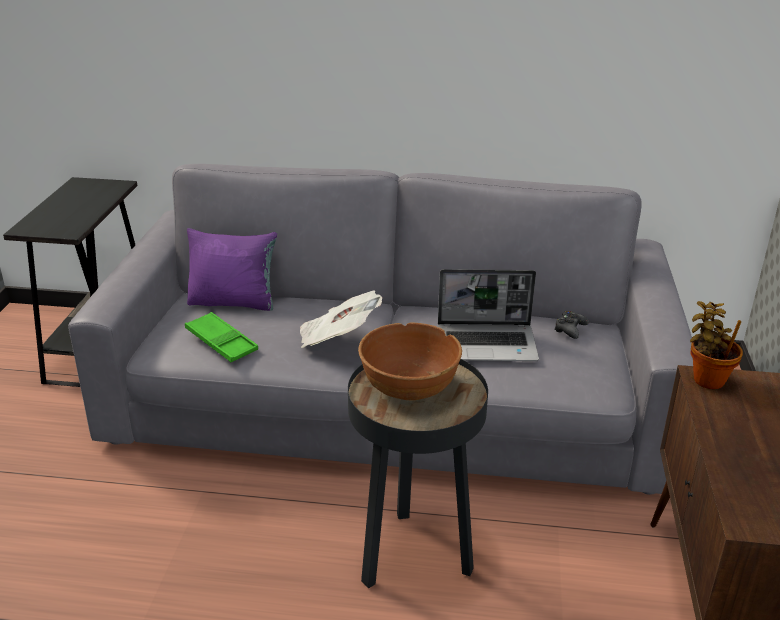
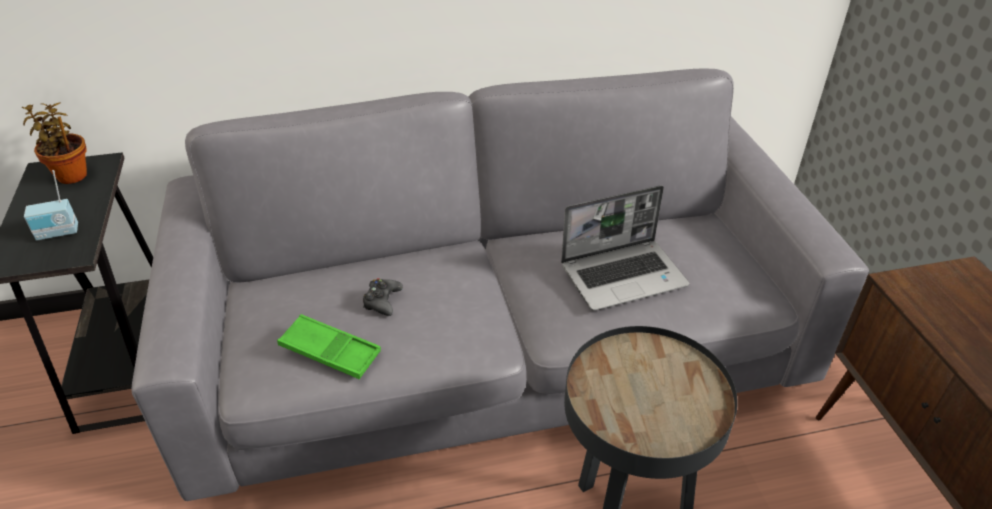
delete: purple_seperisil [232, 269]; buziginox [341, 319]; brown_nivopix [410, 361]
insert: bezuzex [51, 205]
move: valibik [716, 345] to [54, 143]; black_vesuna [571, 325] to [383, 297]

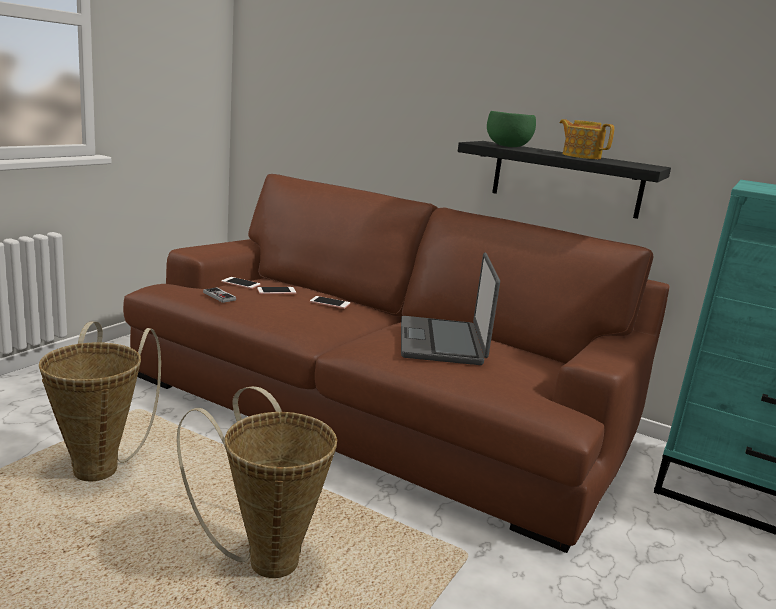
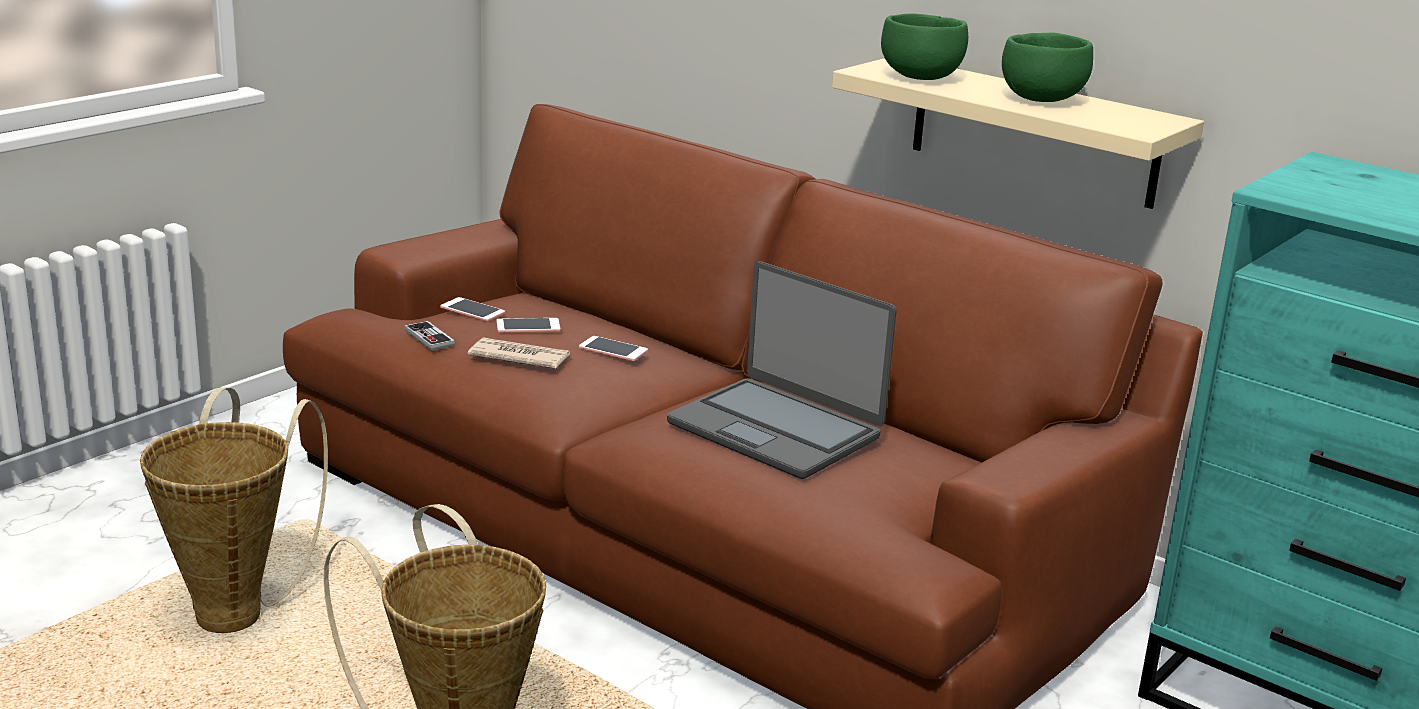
insert: buziginox [518, 353]
replace: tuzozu [586, 139] to green_nivopix [1047, 67]
recolor: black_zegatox [564, 180] to beige_zegatox [1018, 133]
rotate: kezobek [450, 308] = [781, 370] 60 degrees counterclockwise

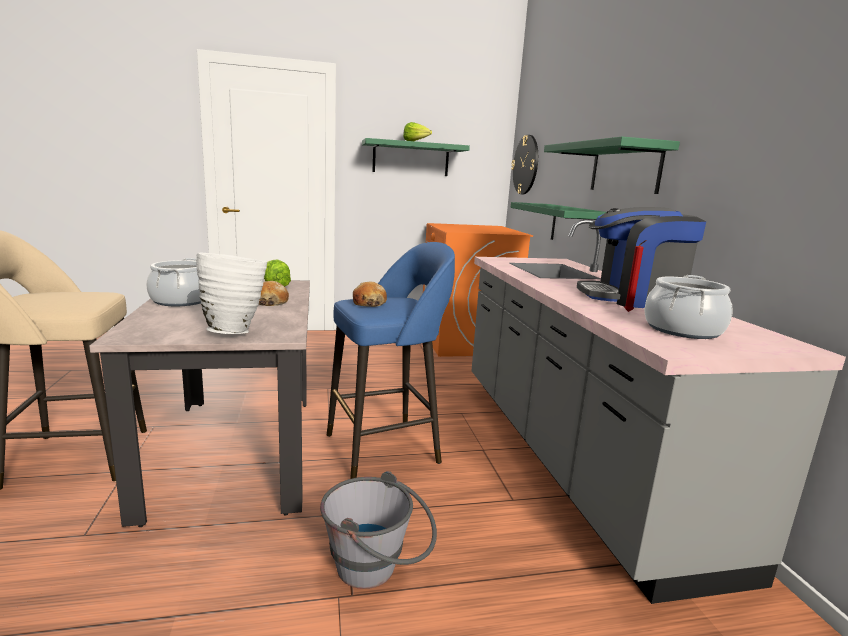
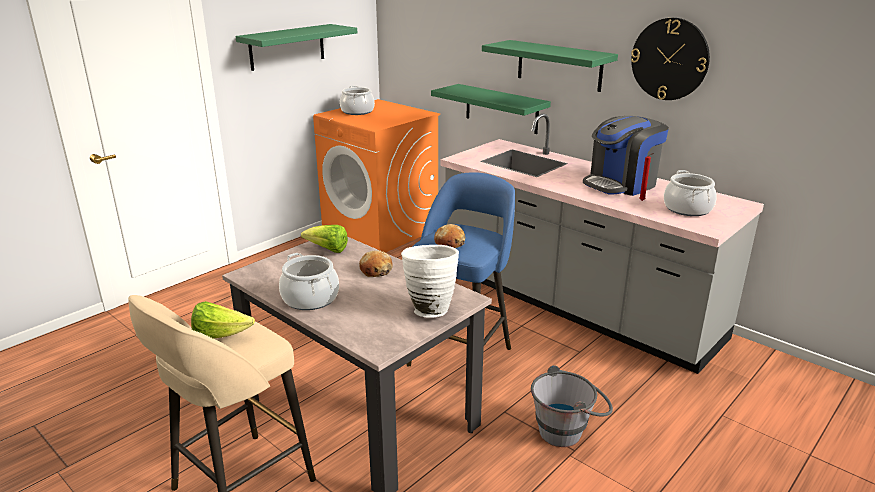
insert: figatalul [357, 100]
move: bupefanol [417, 131] to [223, 320]; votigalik [524, 164] to [670, 59]

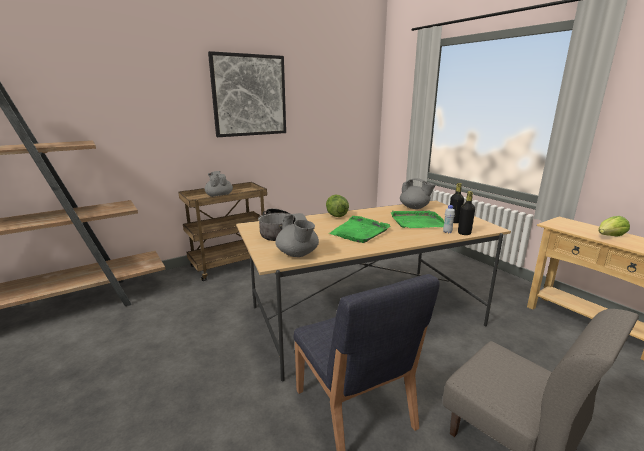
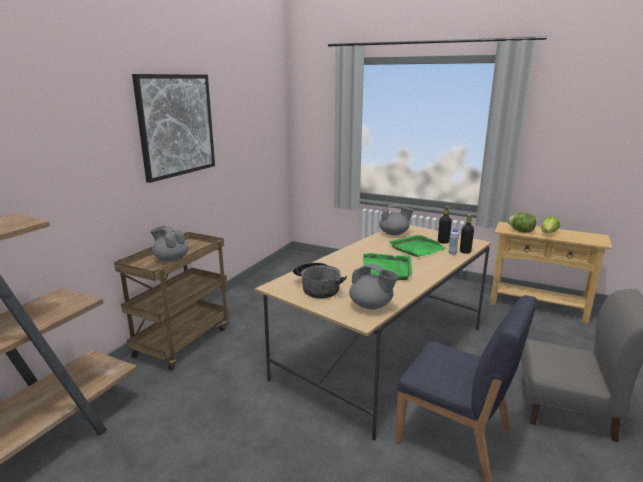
move: bupefanol [337, 206] to [522, 223]

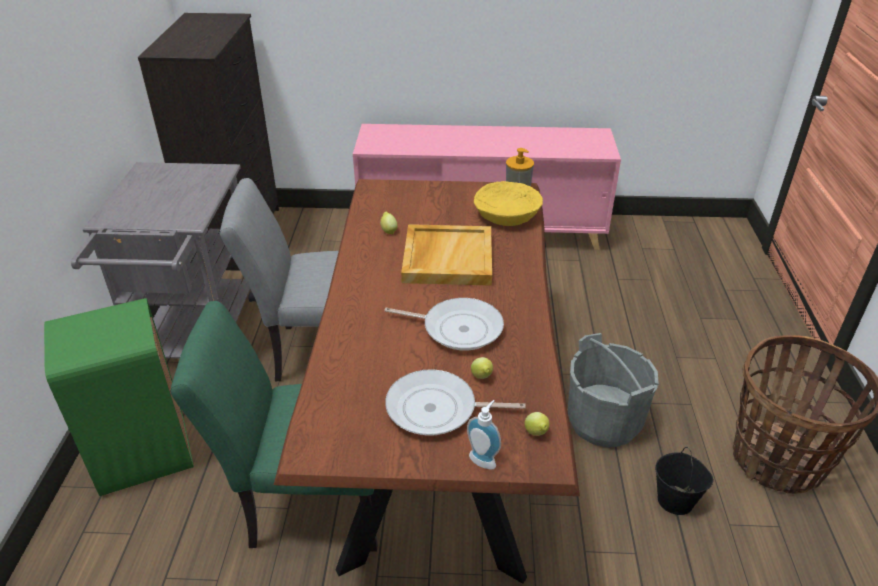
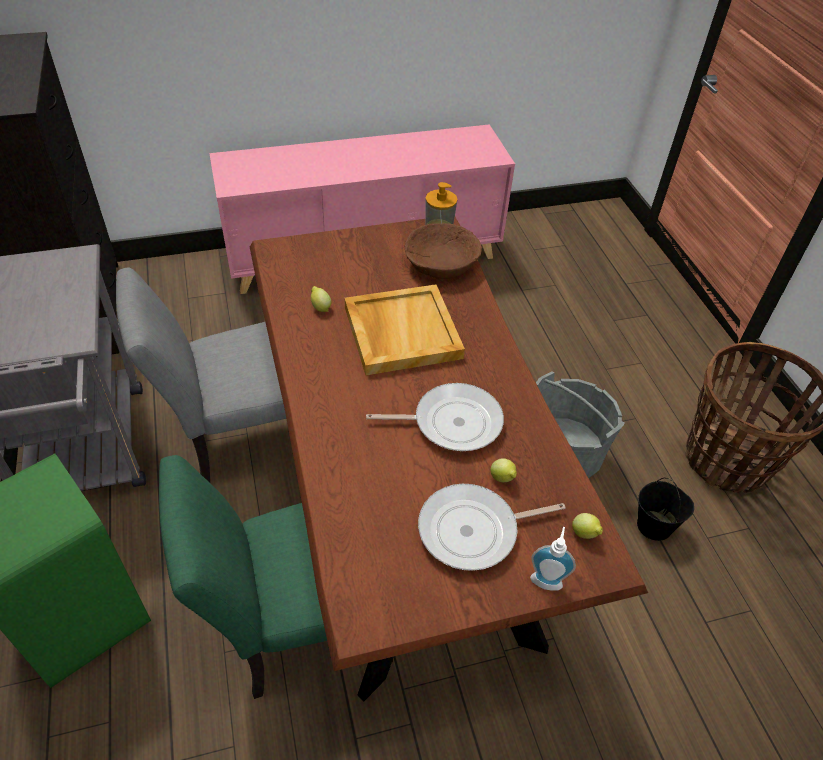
recolor: yellow_nivopix [508, 203] to brown_nivopix [443, 251]

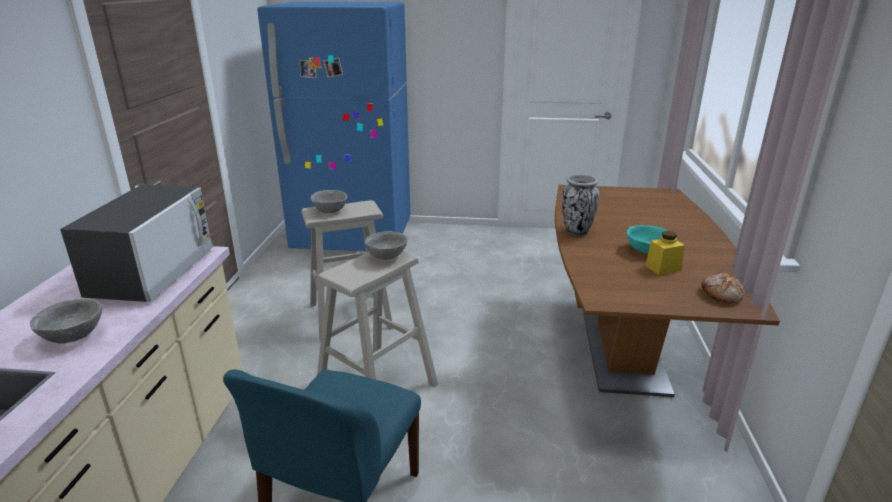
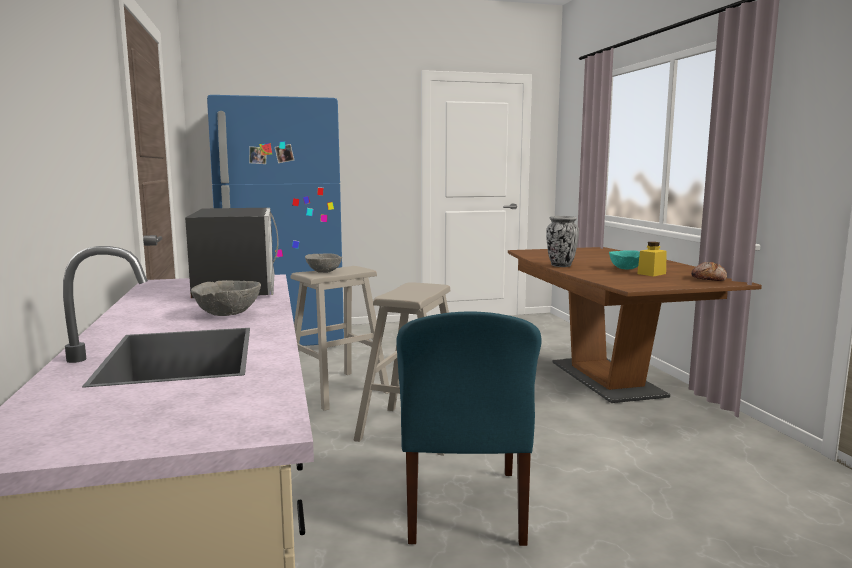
delete: grey_nivopix [386, 245]

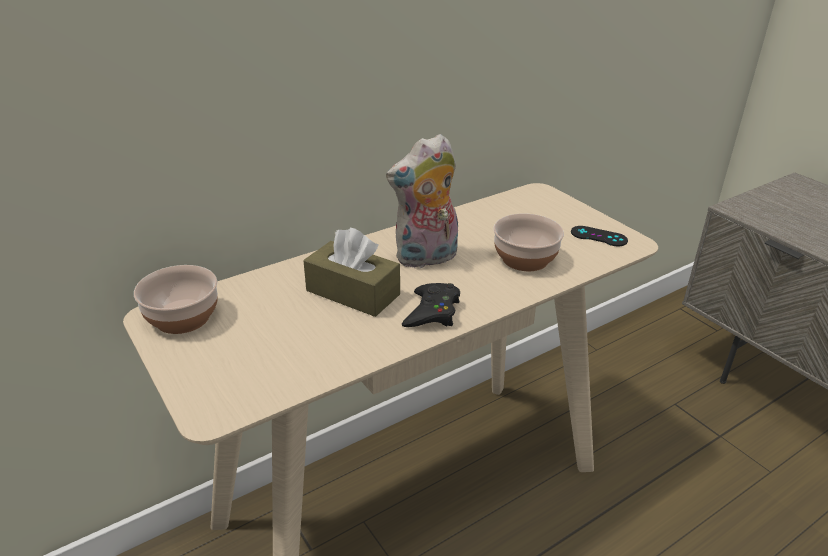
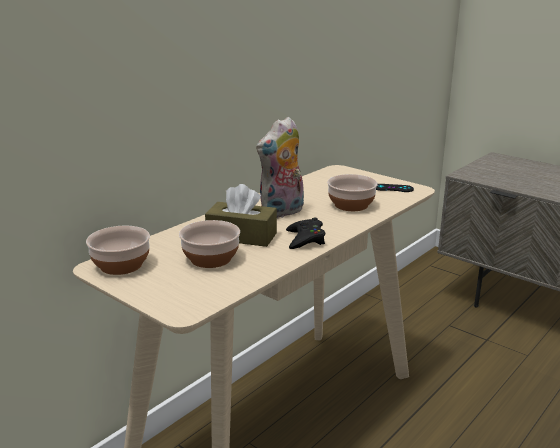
insert: nivopix [209, 244]

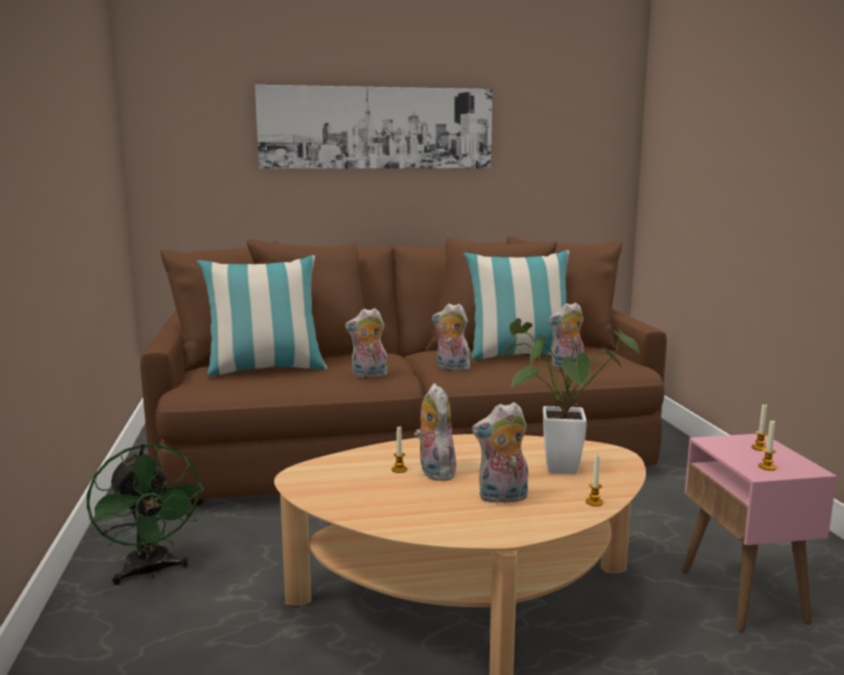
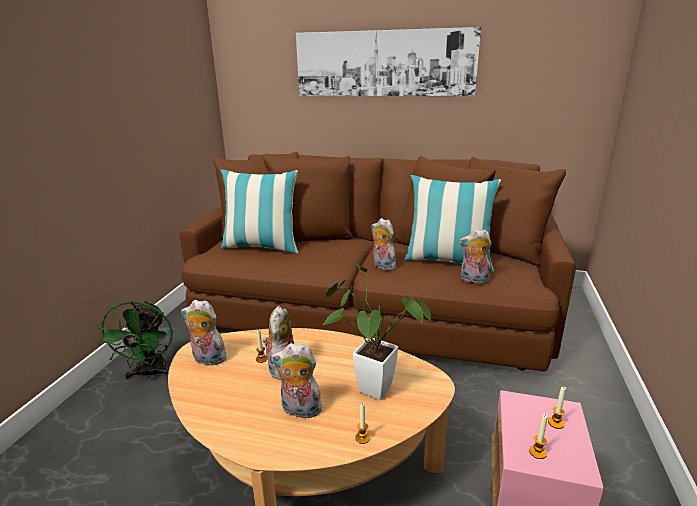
move: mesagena [366, 343] to [206, 332]

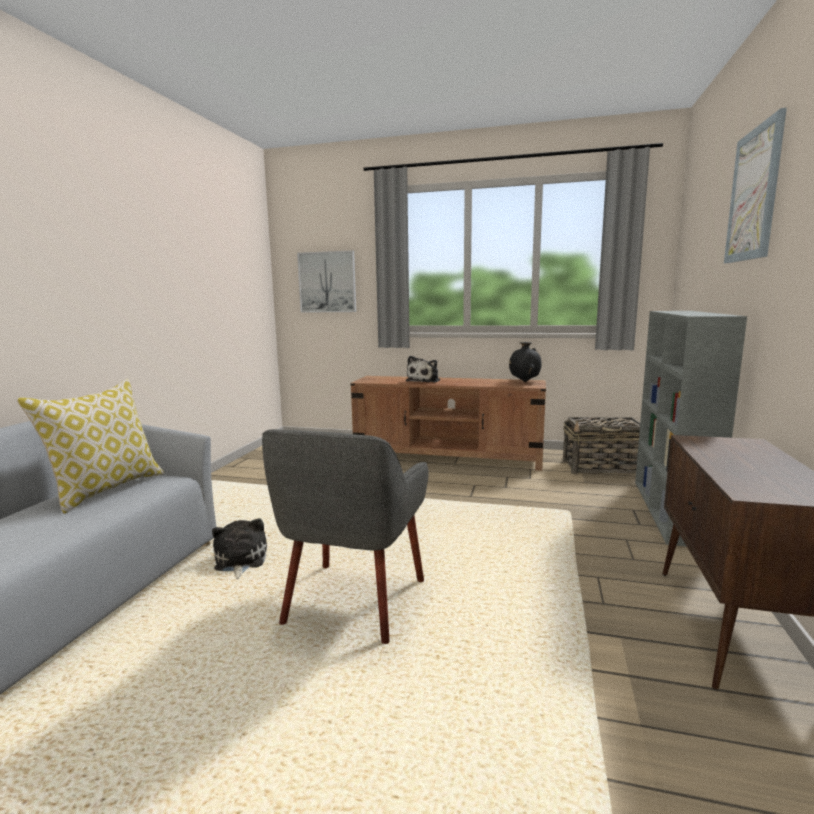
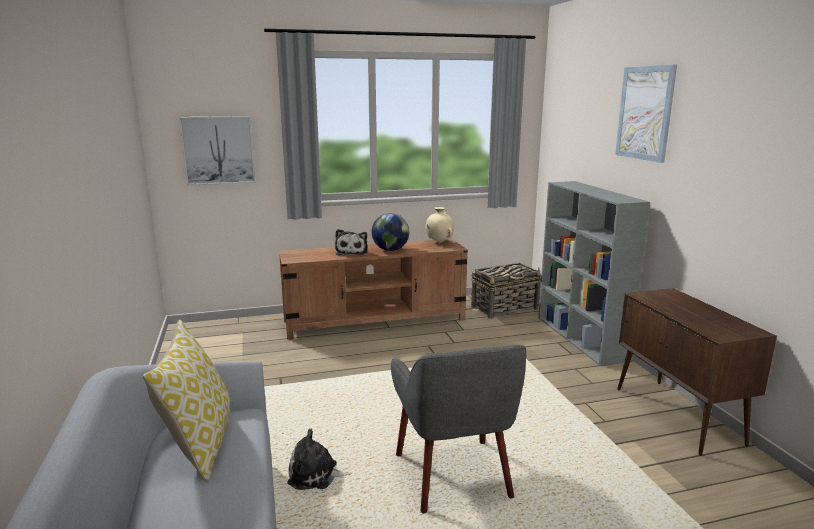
insert: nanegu [390, 232]
recolor: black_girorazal [525, 362] to beige_girorazal [440, 225]
rotate: mesagena [239, 548] = [319, 459] 45 degrees counterclockwise

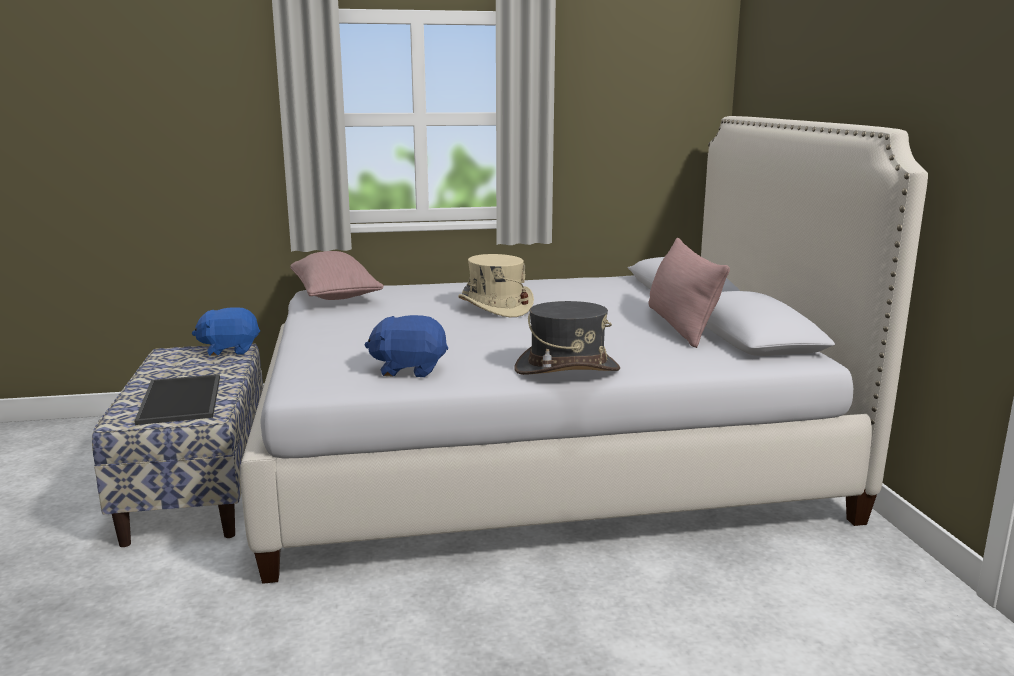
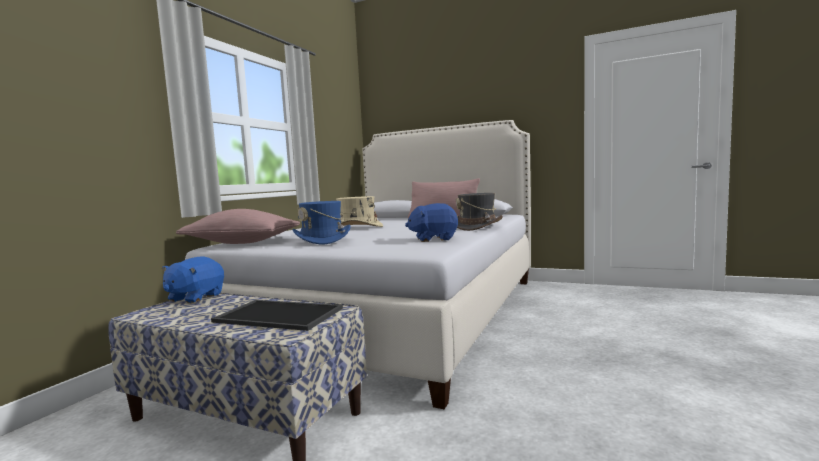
insert: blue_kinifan [321, 222]
rotate: blue_mesagena [406, 346] = [431, 222] 45 degrees clockwise

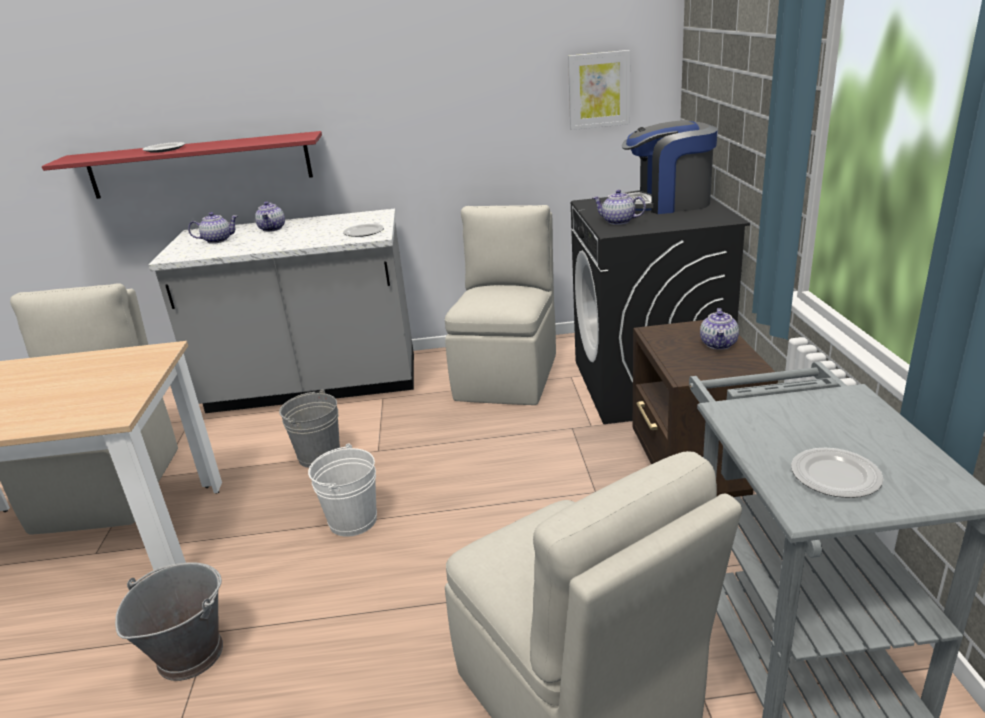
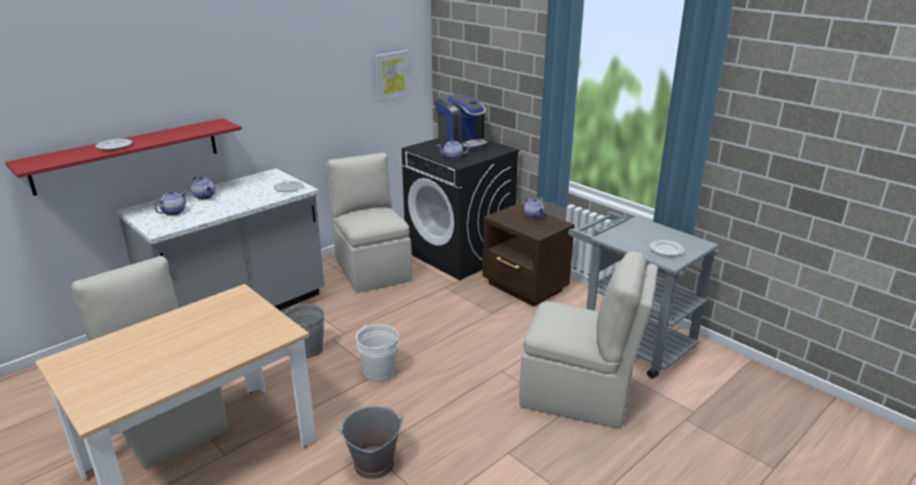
rotate: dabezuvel [670, 167] = [462, 123] 90 degrees counterclockwise

